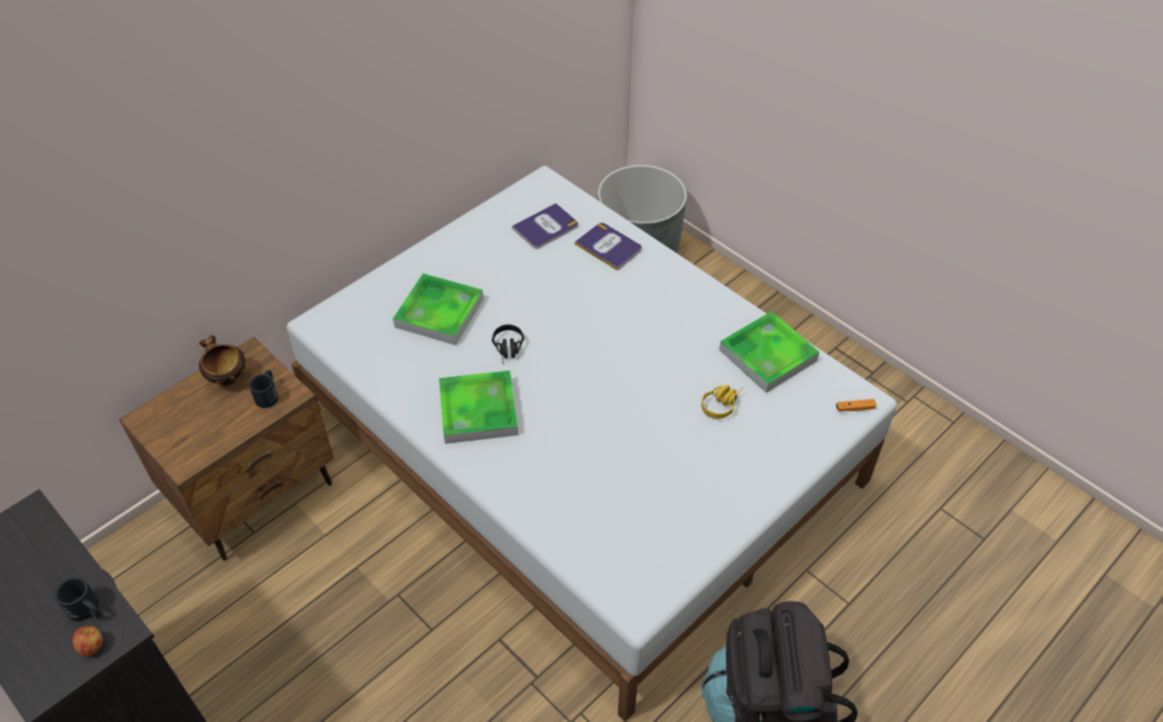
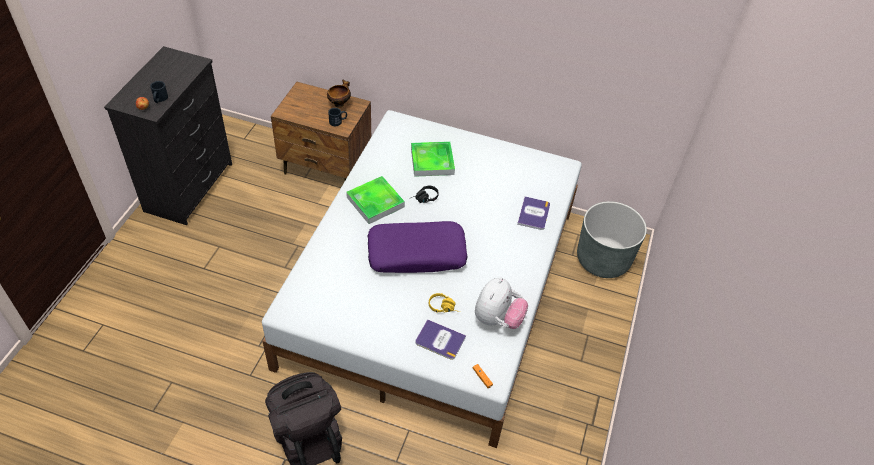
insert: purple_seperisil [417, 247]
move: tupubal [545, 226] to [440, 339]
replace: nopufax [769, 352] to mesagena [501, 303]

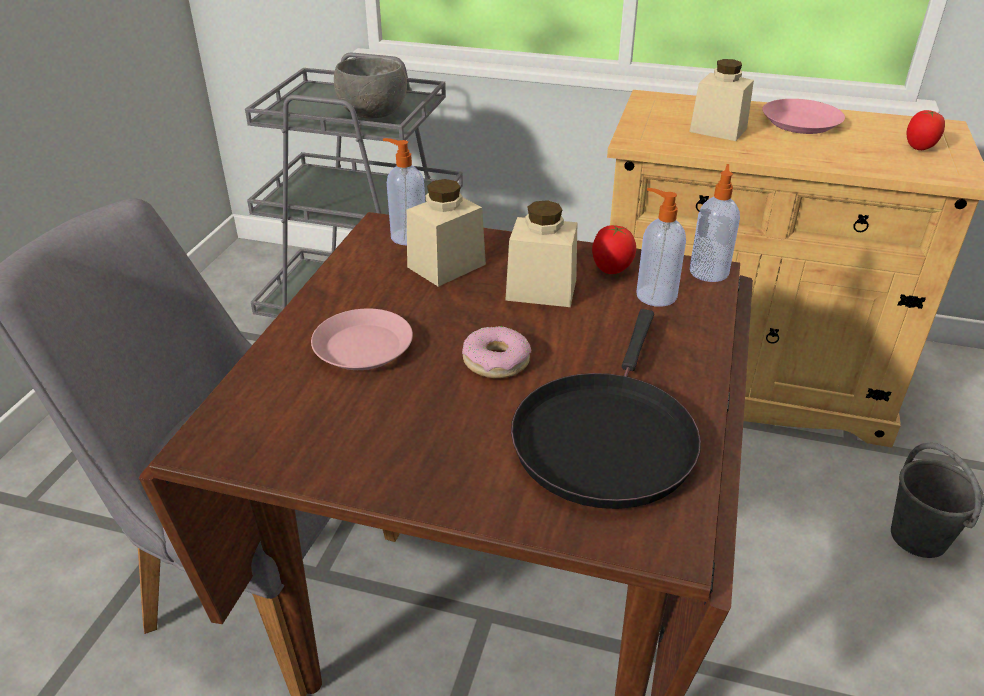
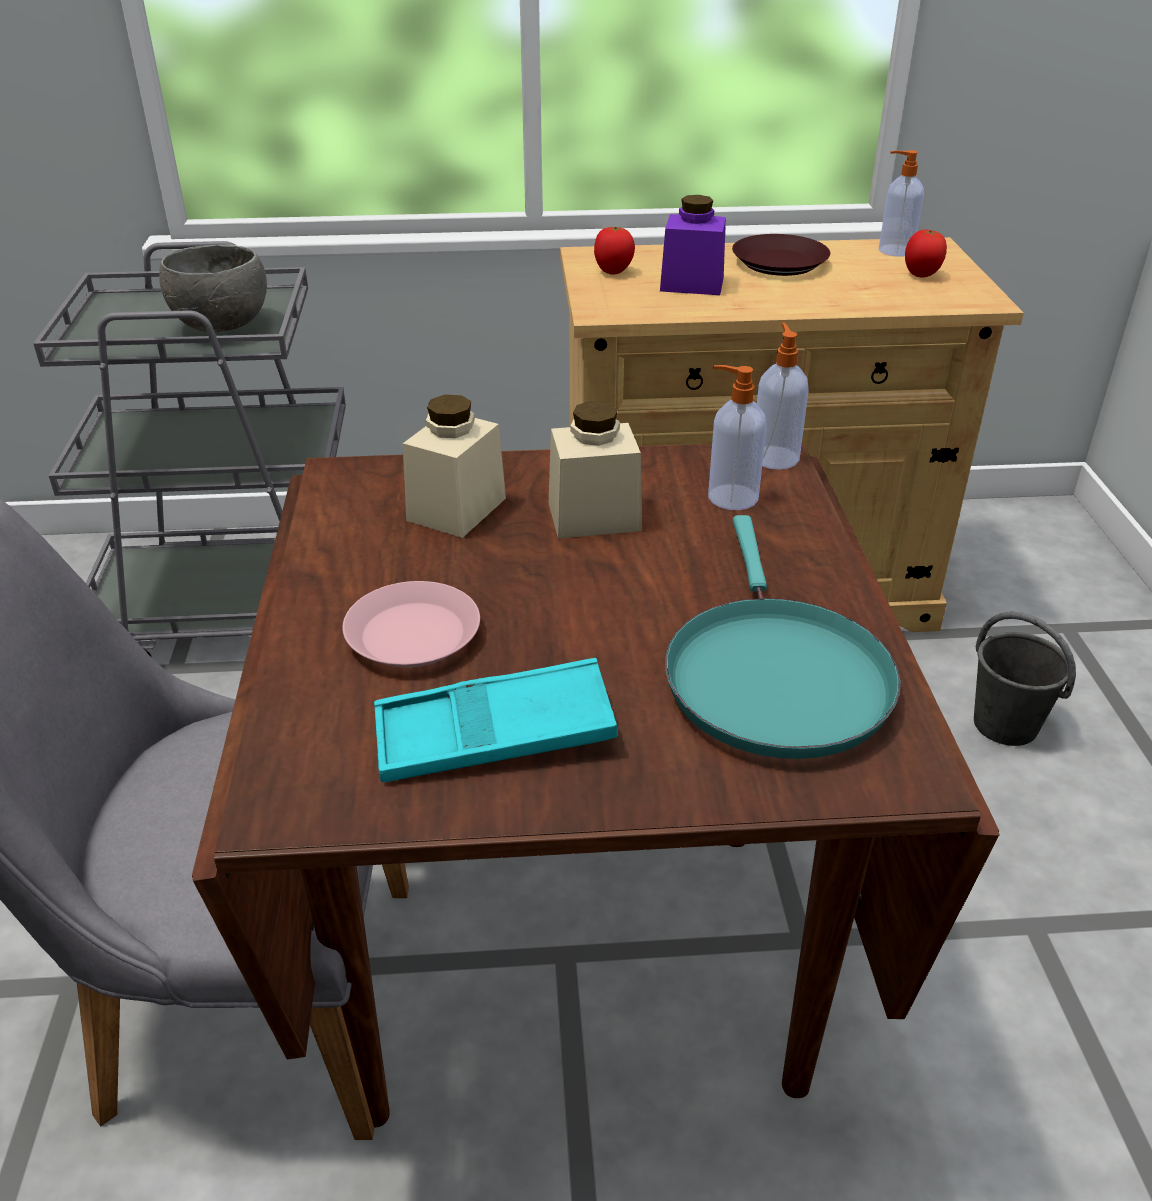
delete: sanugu [496, 352]
insert: turquoise_nopufax [495, 720]
move: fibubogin [404, 192] to [901, 203]; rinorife [614, 249] to [614, 251]
recolor: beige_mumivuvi [721, 100] to purple_mumivuvi [693, 245]; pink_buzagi [803, 116] to brown_buzagi [781, 255]; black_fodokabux [606, 409] to turquoise_fodokabux [782, 637]

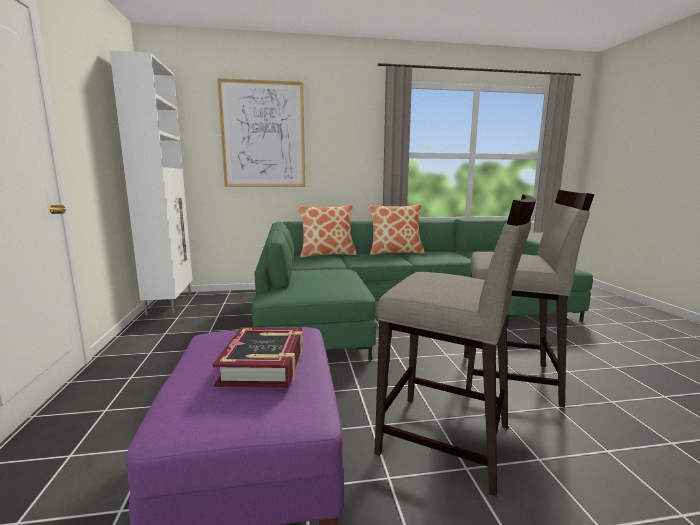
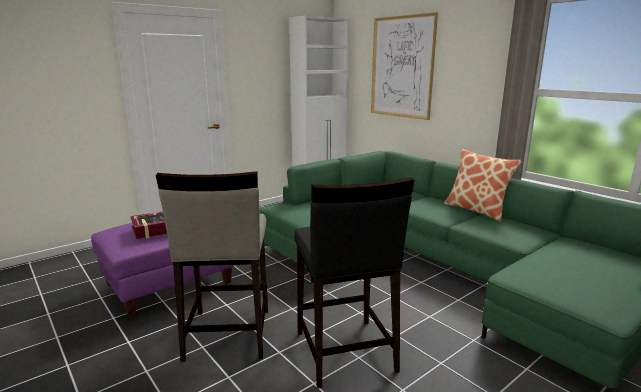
delete: seperisil [327, 231]
recolor: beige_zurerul [529, 298] to black_zurerul [354, 282]

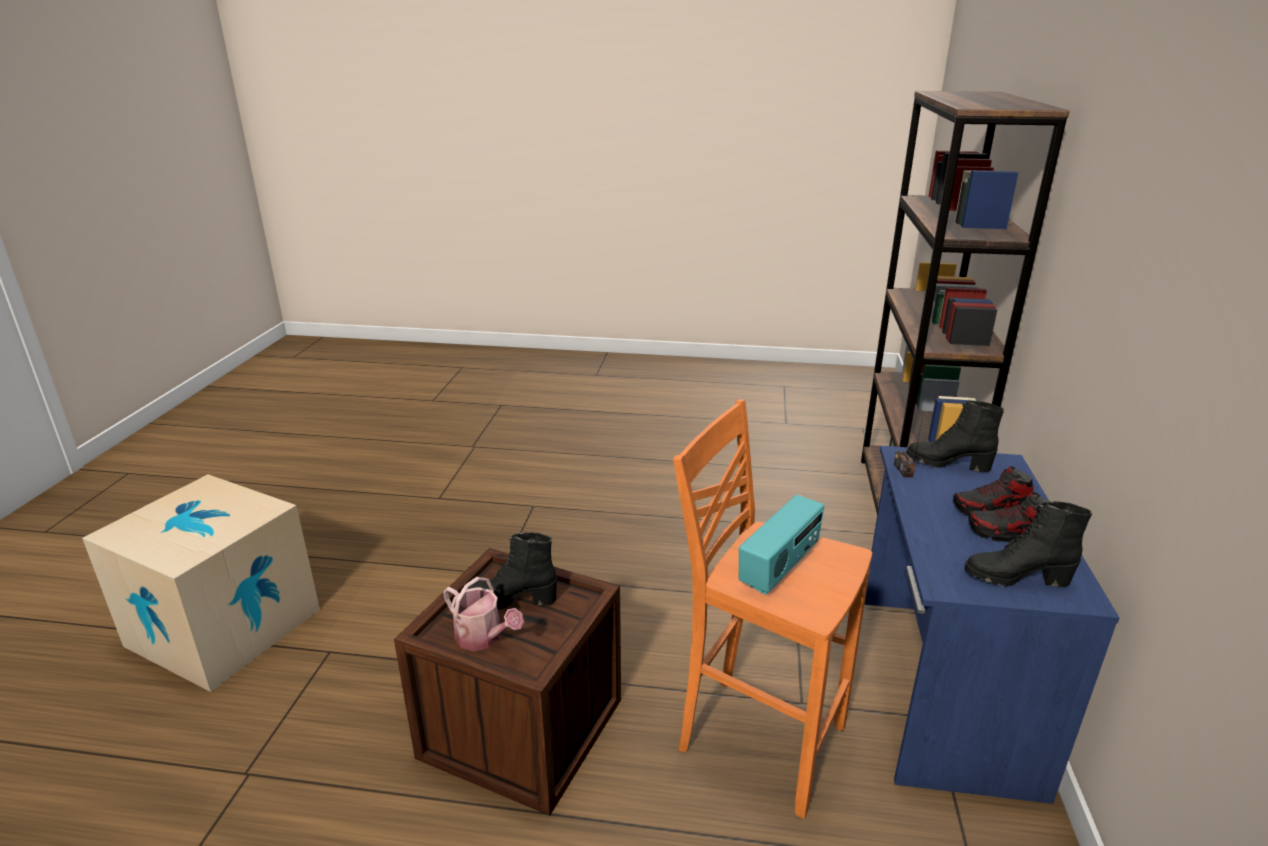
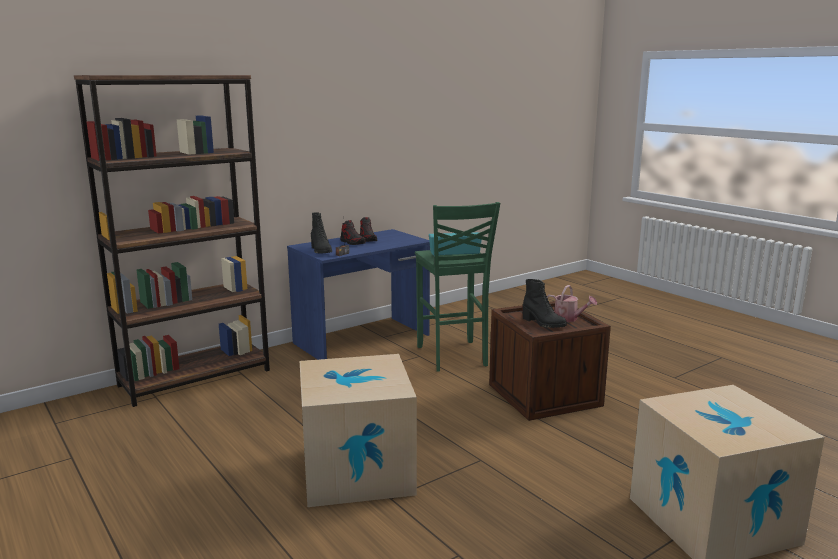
delete: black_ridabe [1028, 544]
insert: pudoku [358, 430]
recolor: orange_zurerul [772, 609] to green_zurerul [457, 287]
rotate: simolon [483, 614] = [572, 303] 135 degrees clockwise

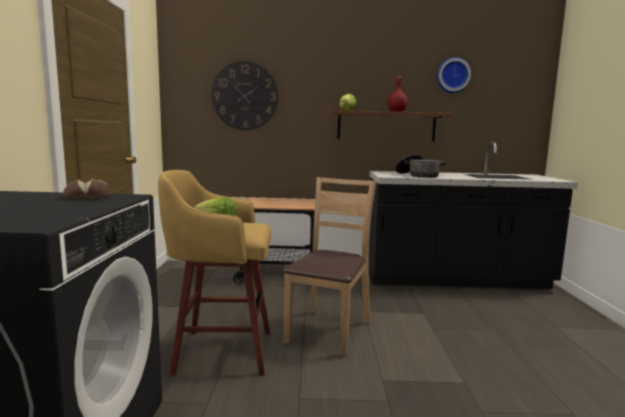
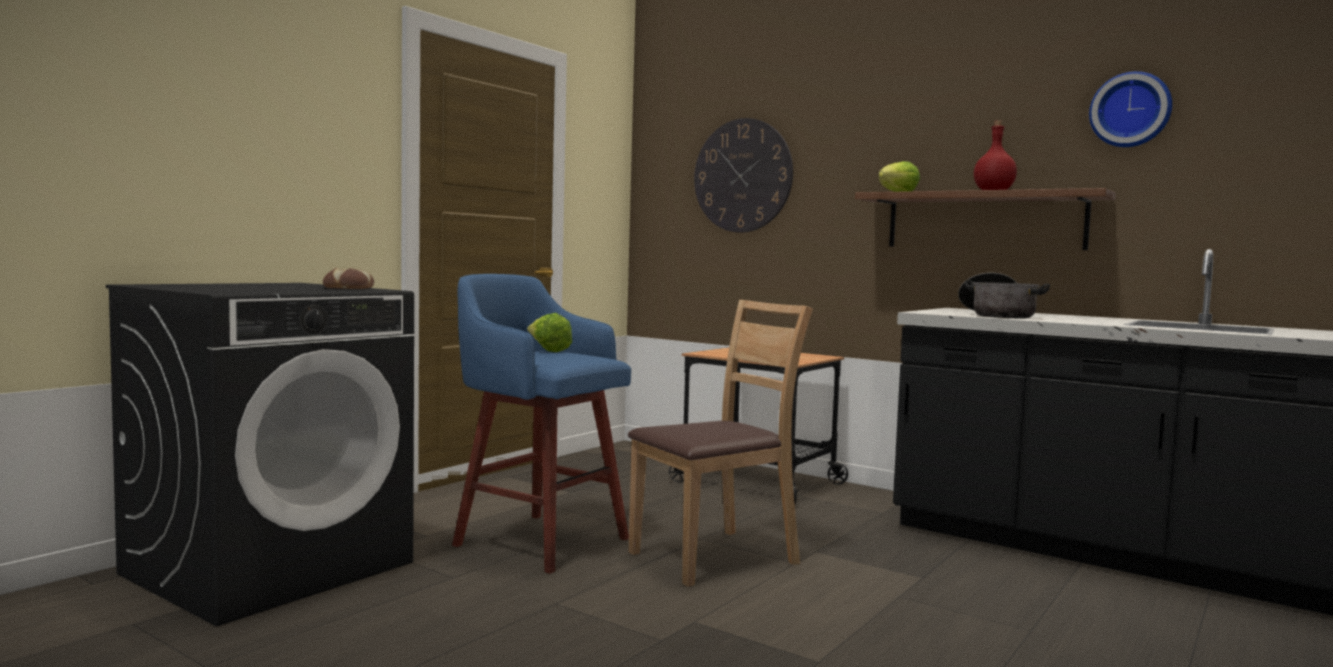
recolor: yellow_zurerul [214, 273] to blue_zurerul [541, 424]

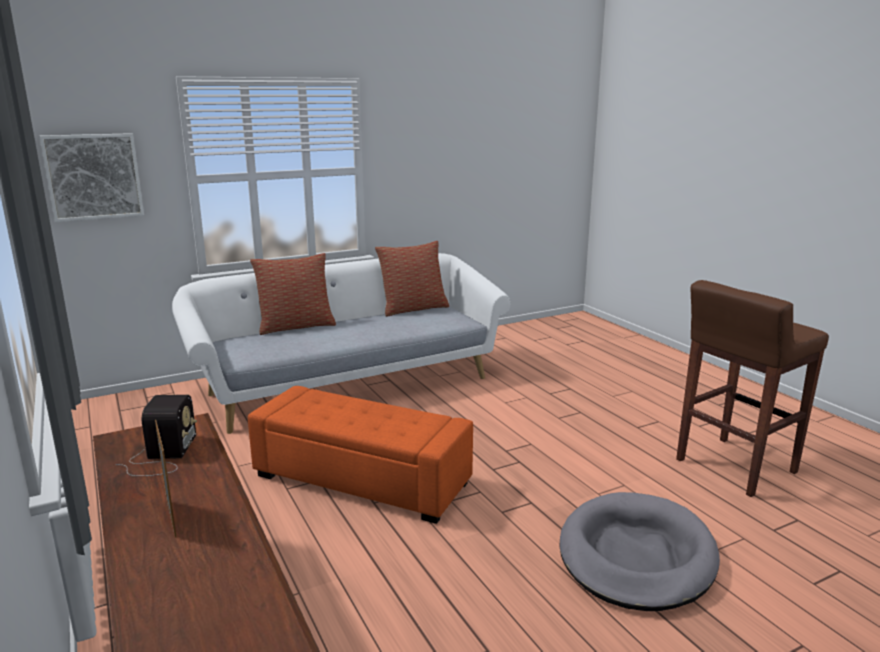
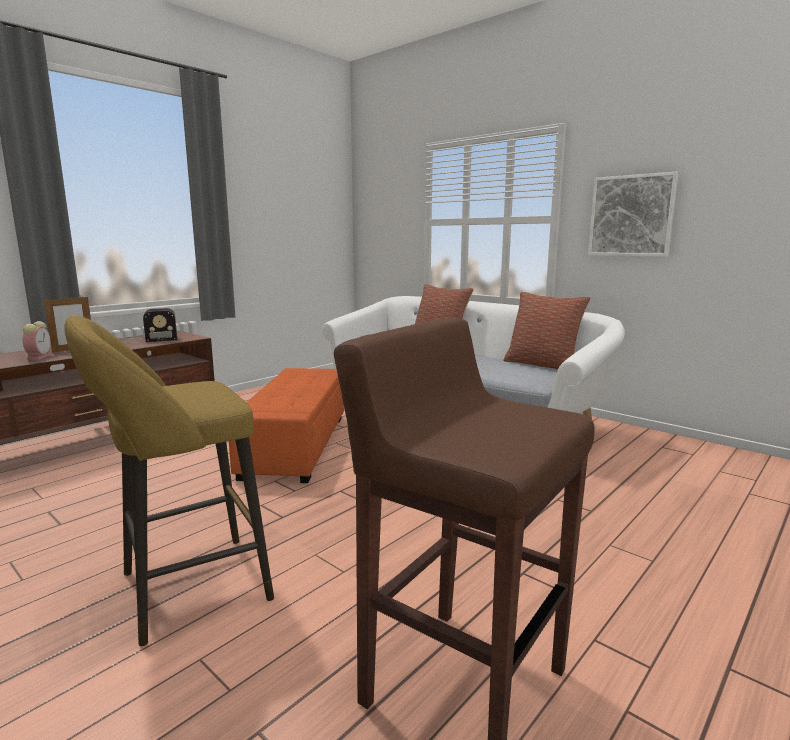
insert: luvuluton [36, 340]
move: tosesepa [91, 177] to [633, 214]
replace: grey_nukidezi [639, 551] to yellow_zurerul [169, 481]

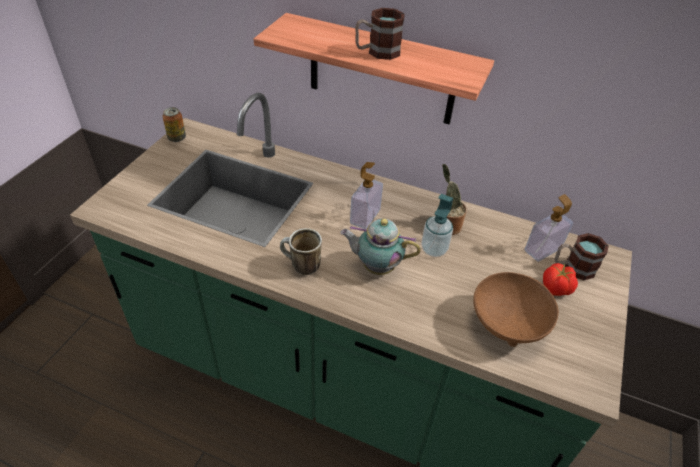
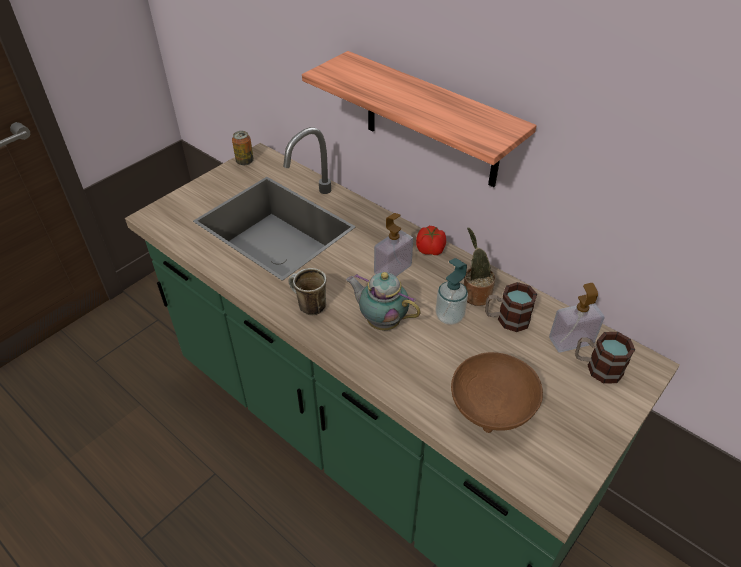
move: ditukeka [380, 34] to [511, 307]; rinorife [560, 279] to [431, 240]

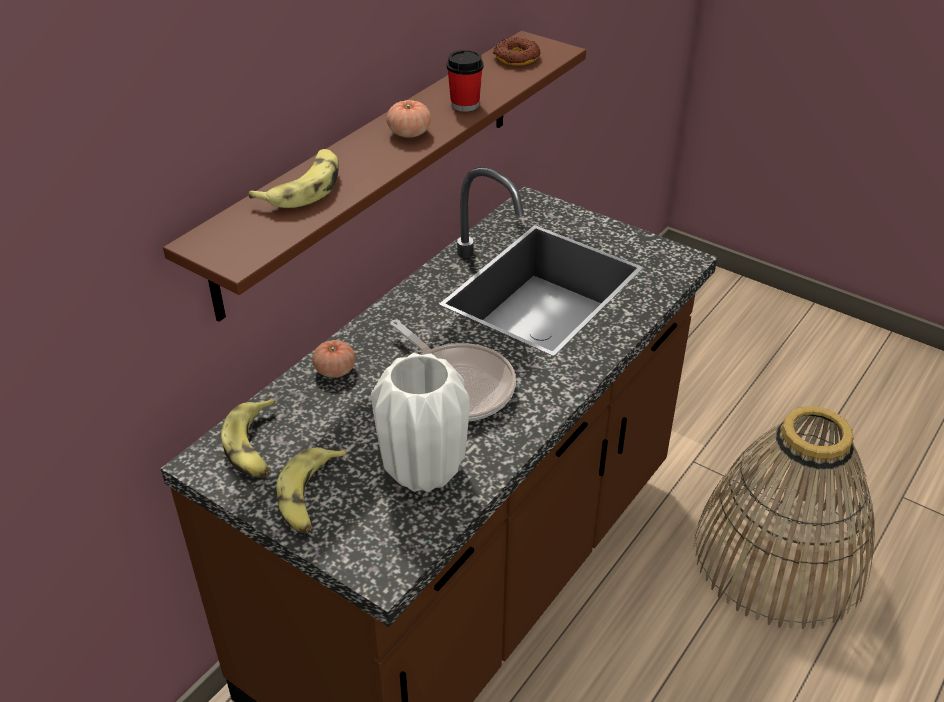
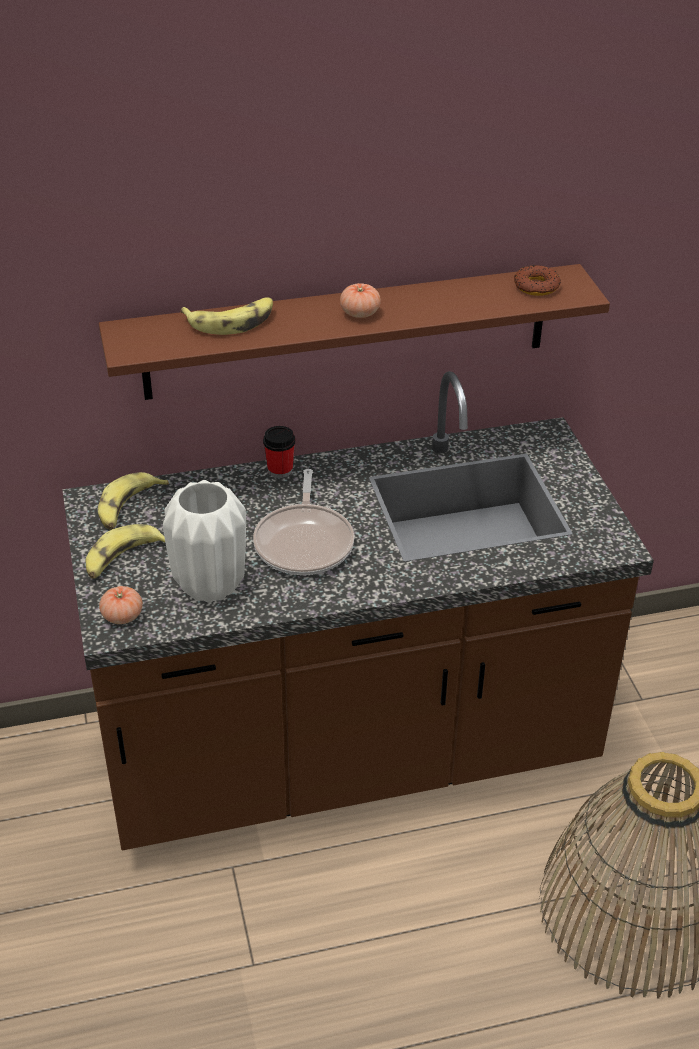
move: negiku [465, 81] to [279, 452]; rinorife [334, 359] to [121, 605]

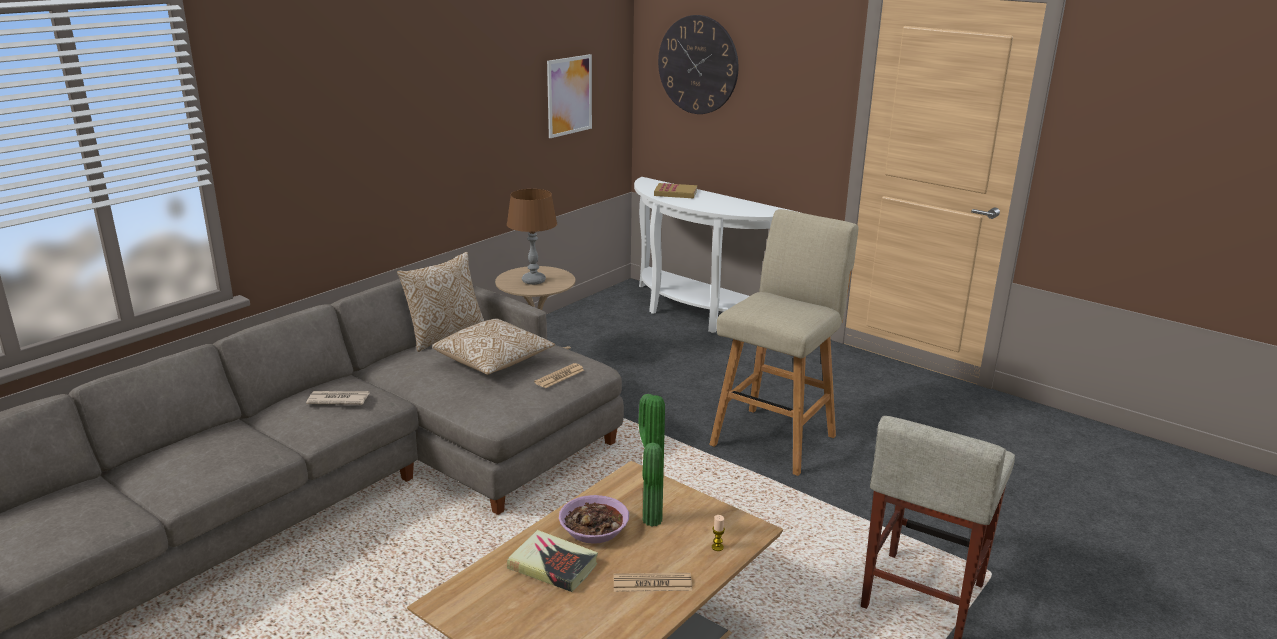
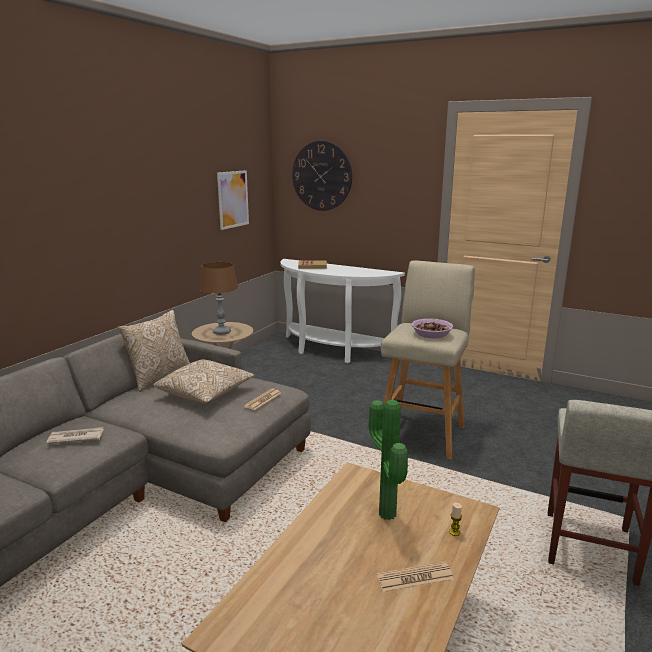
delete: tupubal [552, 561]
move: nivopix [594, 519] to [432, 328]

